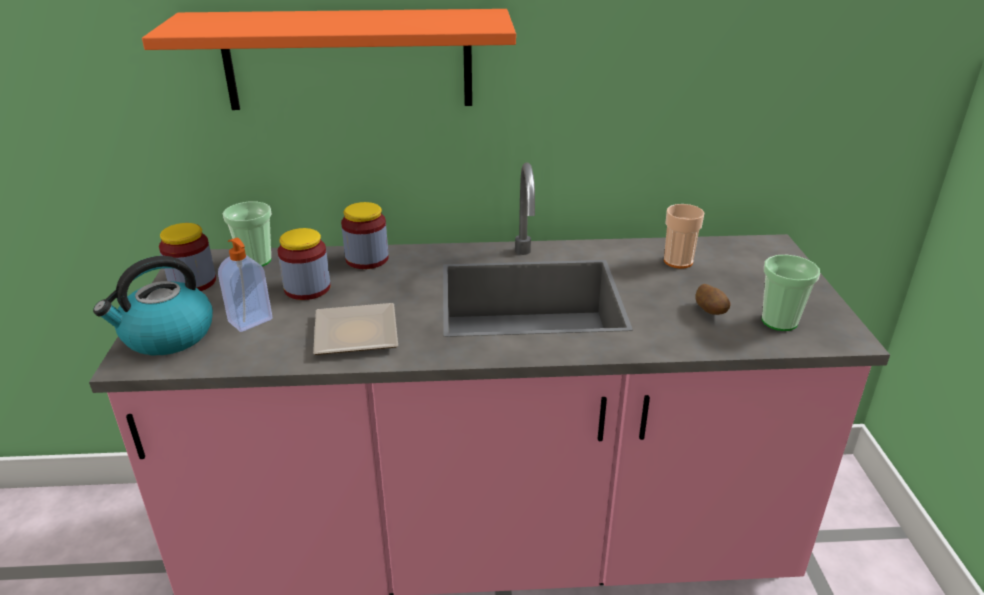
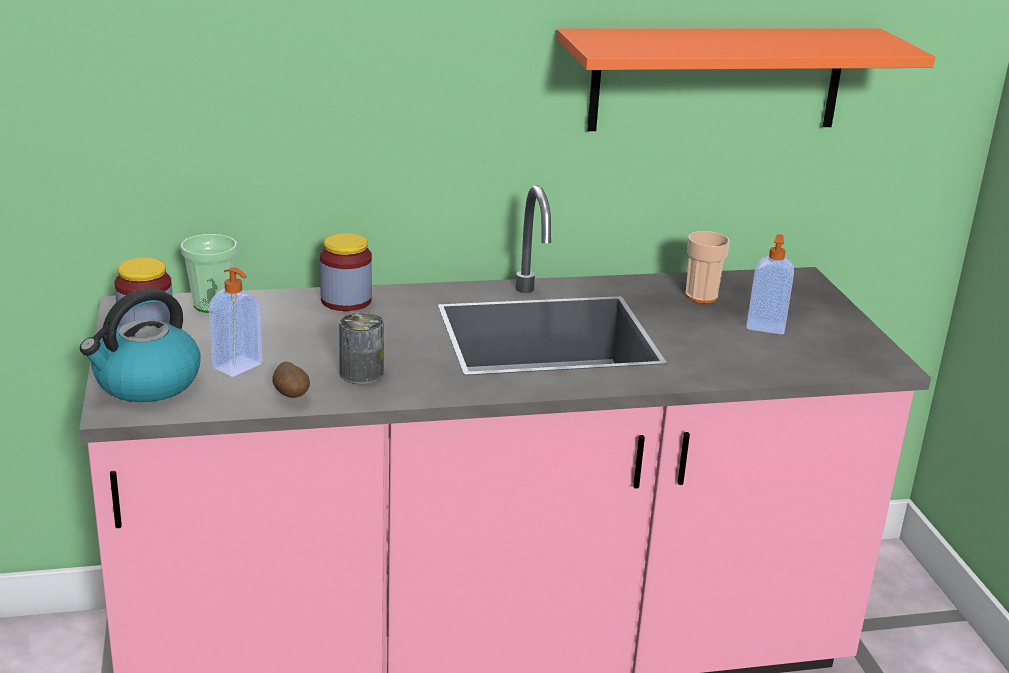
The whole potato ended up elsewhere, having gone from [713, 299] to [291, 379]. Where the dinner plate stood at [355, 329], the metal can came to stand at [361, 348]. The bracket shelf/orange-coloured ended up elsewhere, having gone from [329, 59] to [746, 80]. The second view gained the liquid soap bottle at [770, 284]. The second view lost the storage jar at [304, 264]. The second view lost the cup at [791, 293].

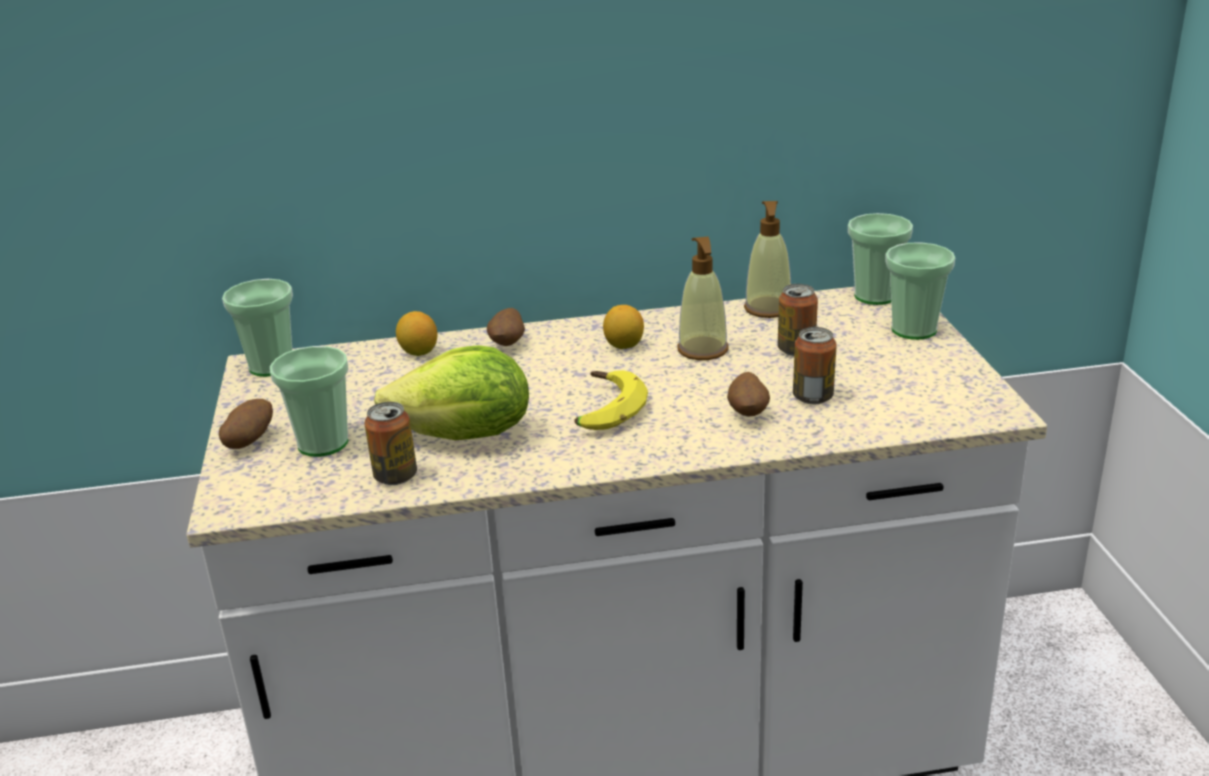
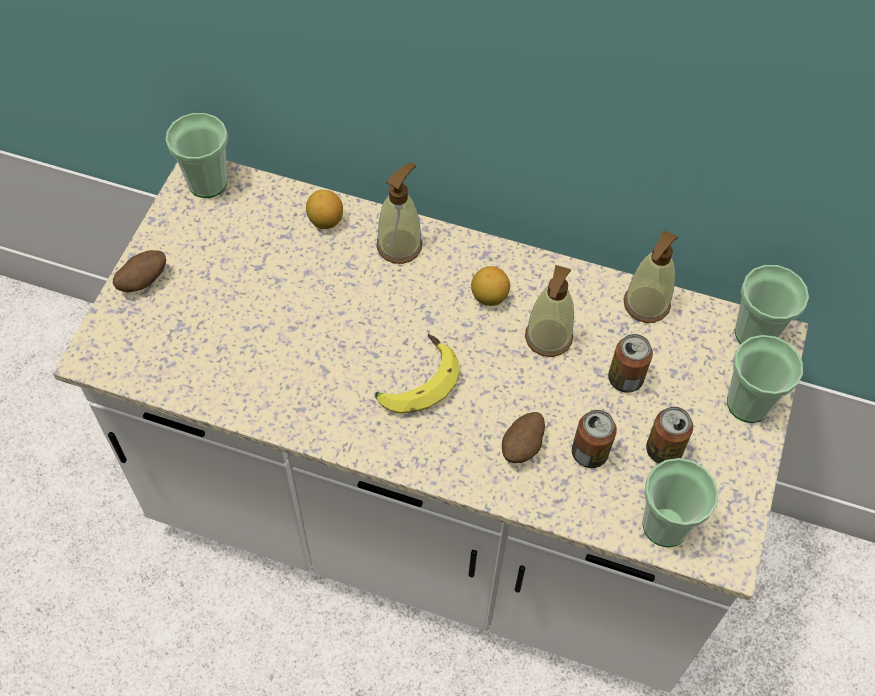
Where the whole potato stood at [506, 327], the liquid soap bottle came to stand at [399, 213]. The cup ended up elsewhere, having gone from [309, 401] to [680, 502]. The metal can ended up elsewhere, having gone from [390, 443] to [669, 435]. The second view lost the head of lettuce at [451, 392].

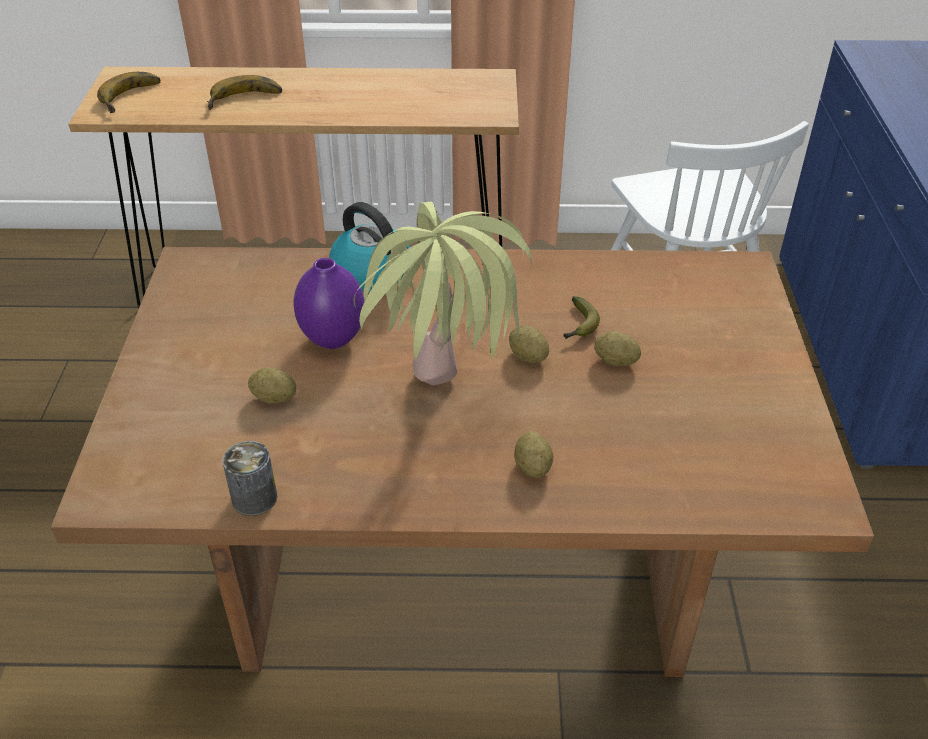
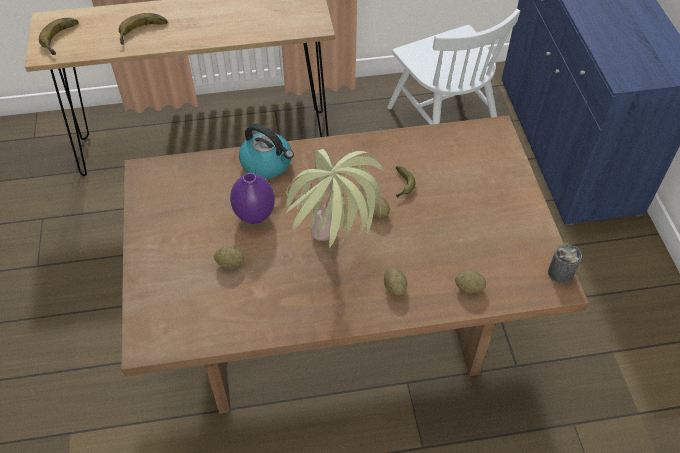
The whole potato ended up elsewhere, having gone from [617, 348] to [470, 282]. The metal can ended up elsewhere, having gone from [250, 478] to [565, 264].

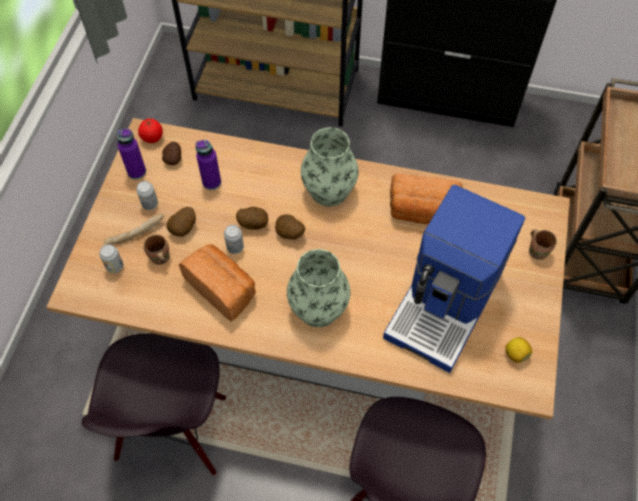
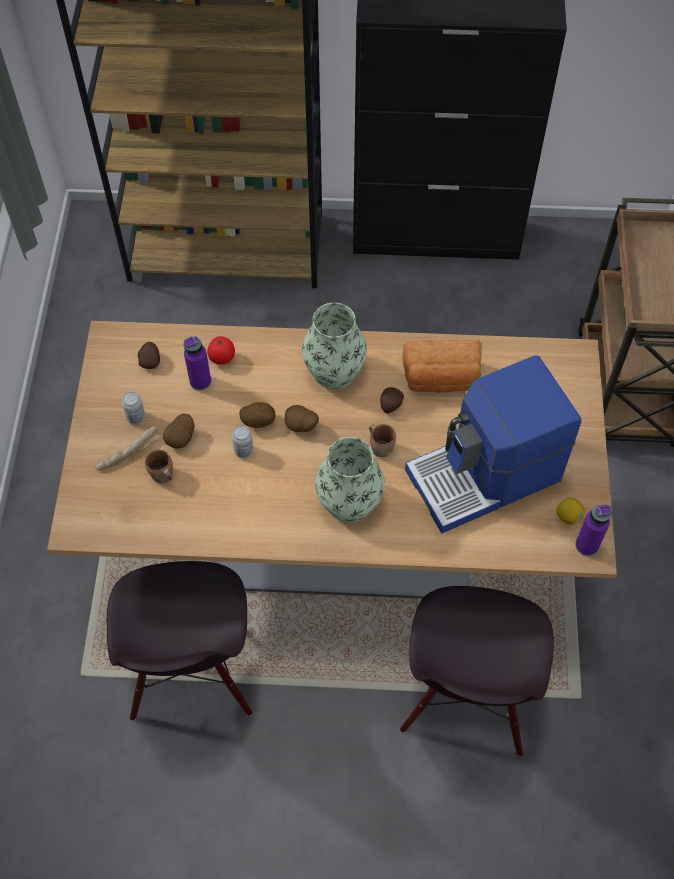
The whole tomato ended up elsewhere, having gone from [150, 130] to [221, 350]. The coffee mug/brown ended up elsewhere, having gone from [543, 244] to [382, 441]. The second view gained the whole potato at [392, 400]. The coffee maker at [454, 279] ended up facing another way, 45 degrees clockwise from before. The drink bottle/purplish ended up elsewhere, having gone from [131, 154] to [593, 530]. The second view lost the metal can at [111, 259]. The second view lost the bread at [217, 283].

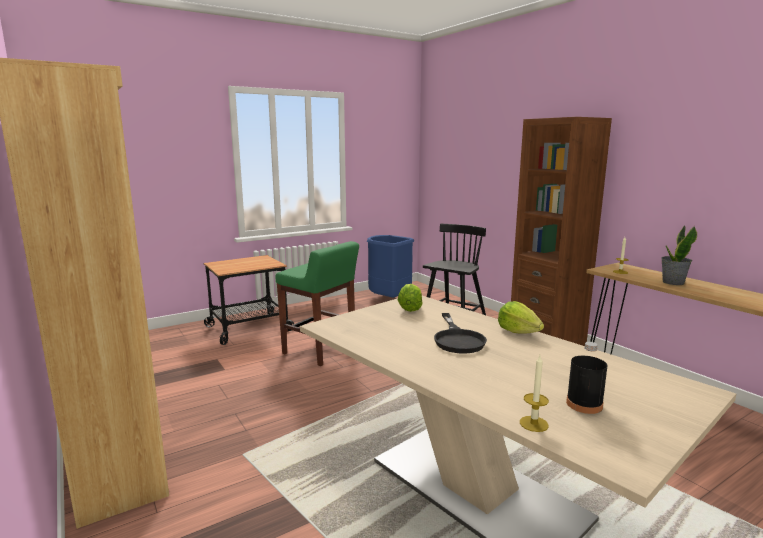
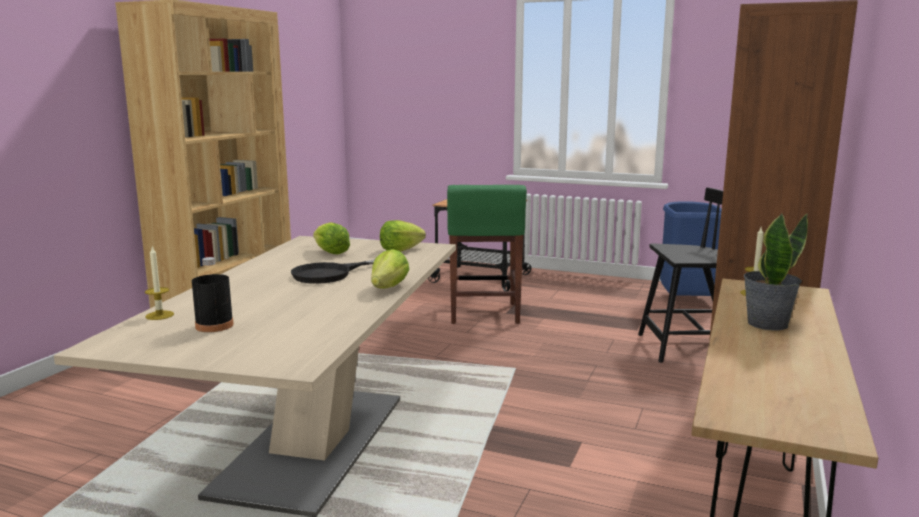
The second view gained the head of lettuce at [331, 238].

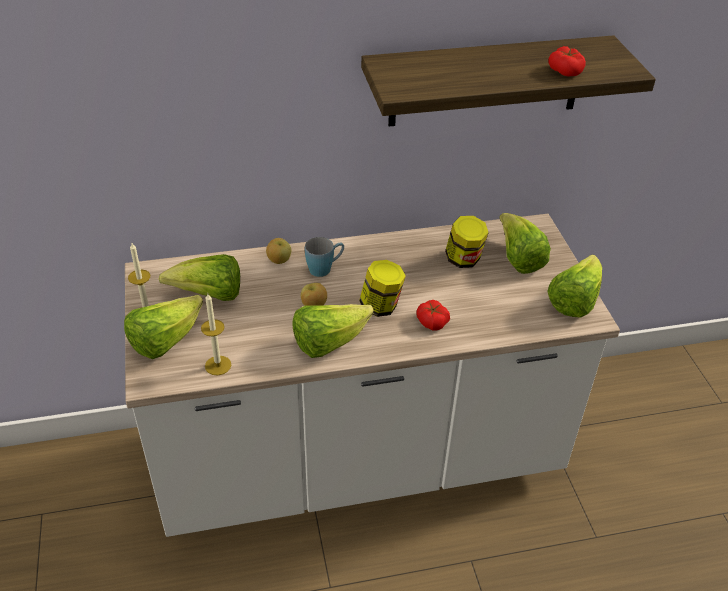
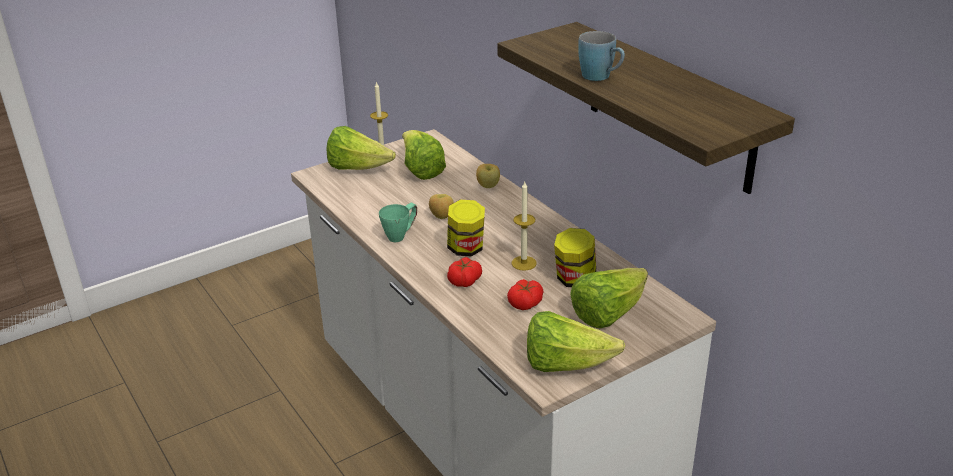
Where the head of lettuce stood at [333, 331], the coffee mug/green-coloured came to stand at [398, 222]. The whole tomato ended up elsewhere, having gone from [567, 61] to [525, 294]. The candle ended up elsewhere, having gone from [216, 334] to [524, 226]. The coffee mug/blue ended up elsewhere, having gone from [324, 257] to [601, 56].

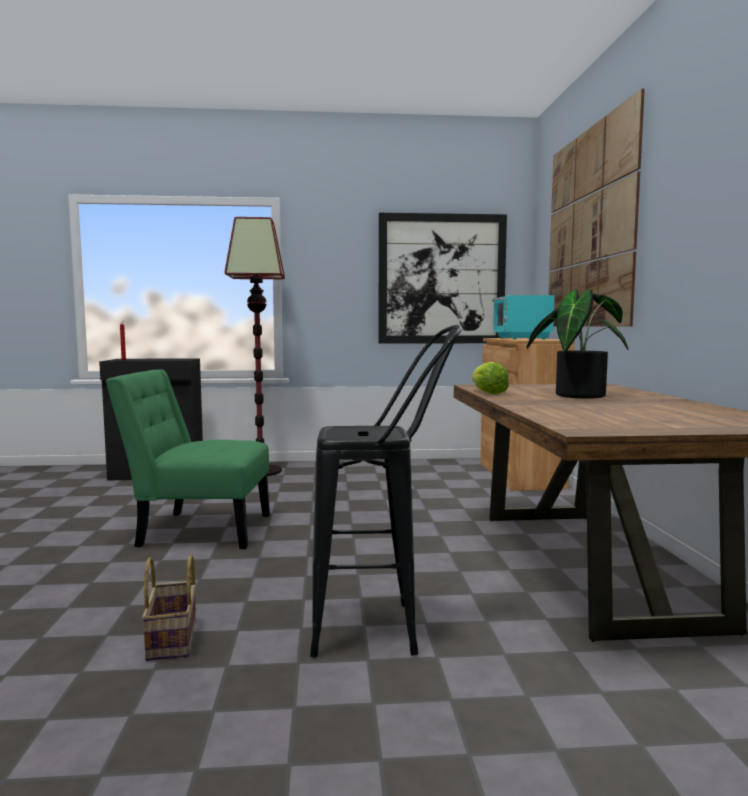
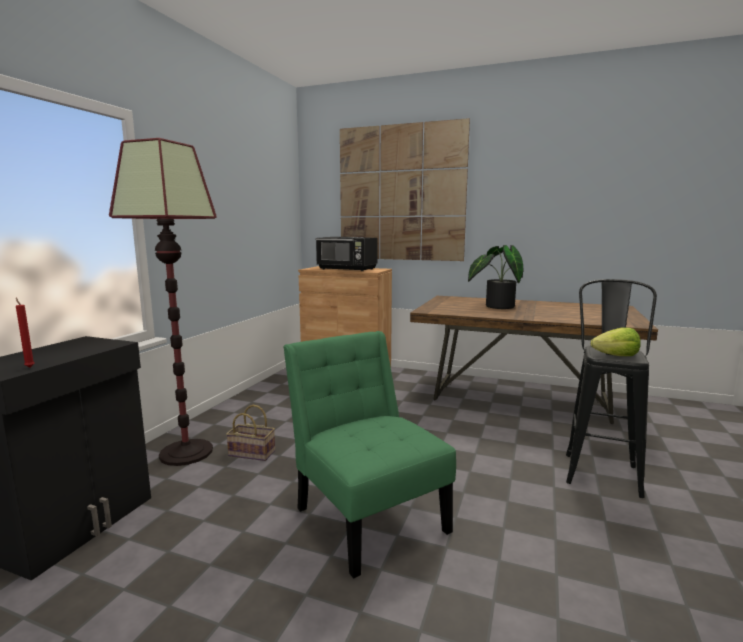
The storage basket ended up elsewhere, having gone from [169, 607] to [250, 433]. The plain chair/green-coloured at [187, 459] ended up facing another way, 120 degrees clockwise from before. What was the microwave/turquoise at [524, 317] turned into the microwave/blackish at [346, 254]. The head of lettuce ended up elsewhere, having gone from [490, 378] to [616, 341]. The second view lost the wall art at [443, 278].

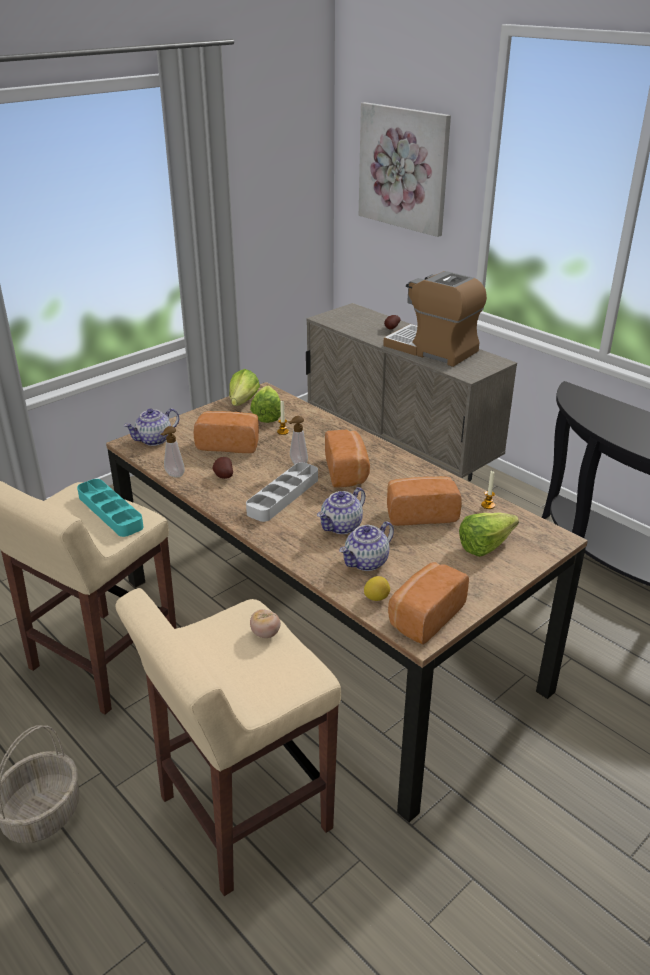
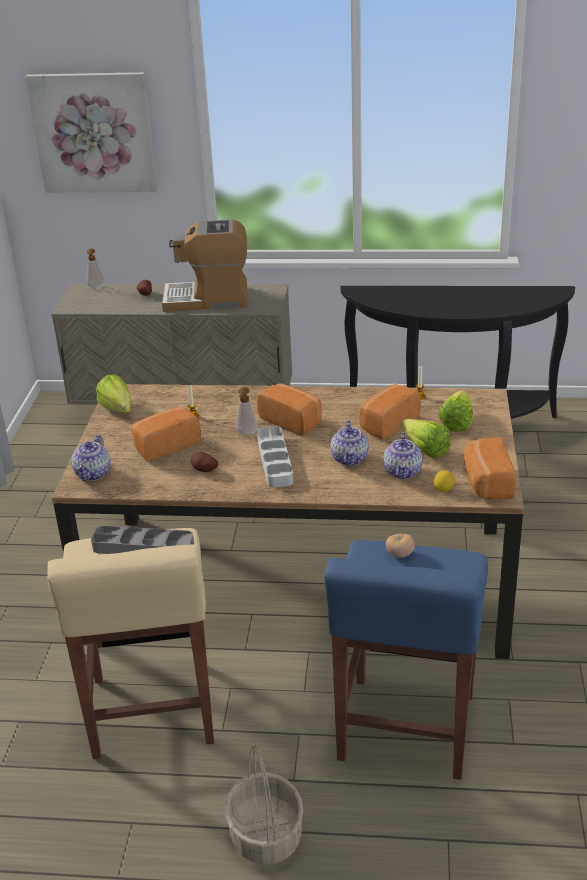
The liquid soap bottle ended up elsewhere, having gone from [173, 452] to [95, 268]. What was the tray/turquoise at [110, 508] turned into the tray/gray at [142, 540]. What was the stool seat/beige-coloured at [228, 742] turned into the stool seat/blue at [406, 660]. The head of lettuce ended up elsewhere, having gone from [265, 404] to [425, 438].

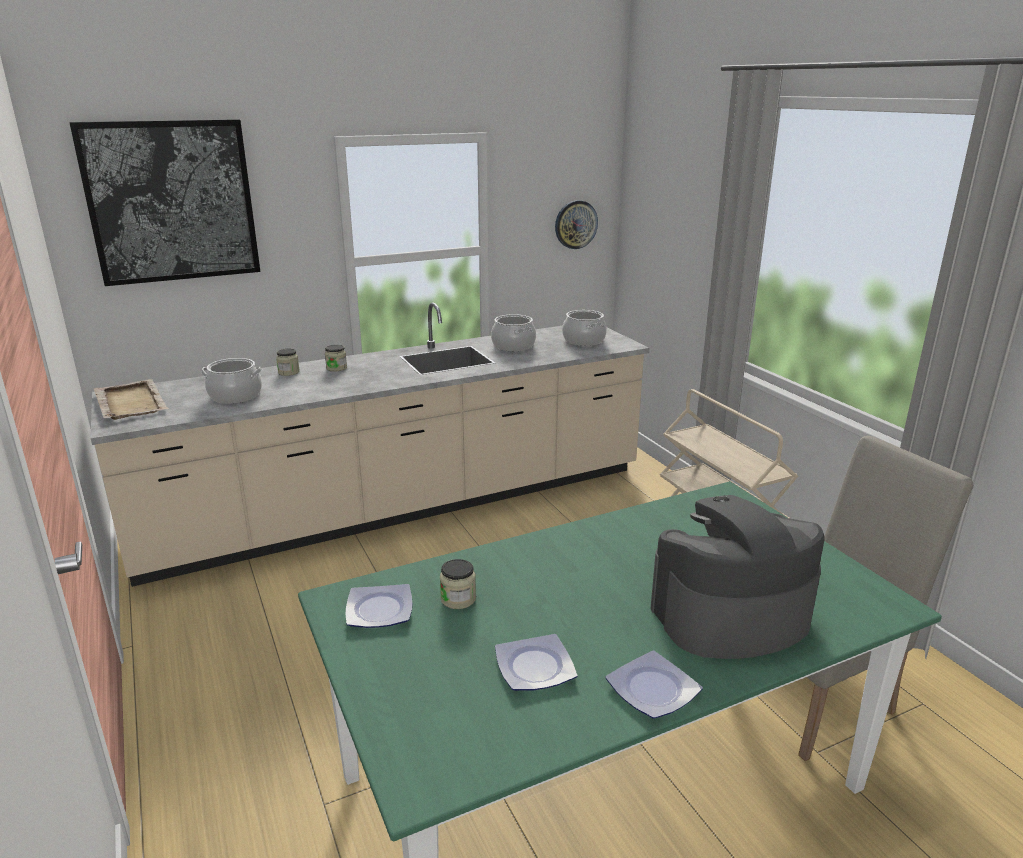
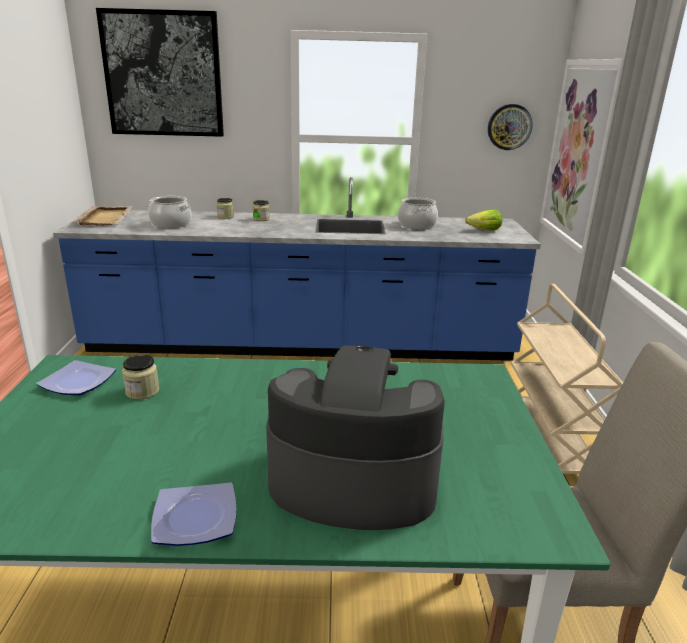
What was the counter/beige-coloured at [370, 444] turned into the counter/blue at [297, 269]. Where the saucepot stood at [584, 328], the head of lettuce came to stand at [484, 219]. The second view gained the wall art at [582, 157]. The second view lost the dinner plate at [536, 662].

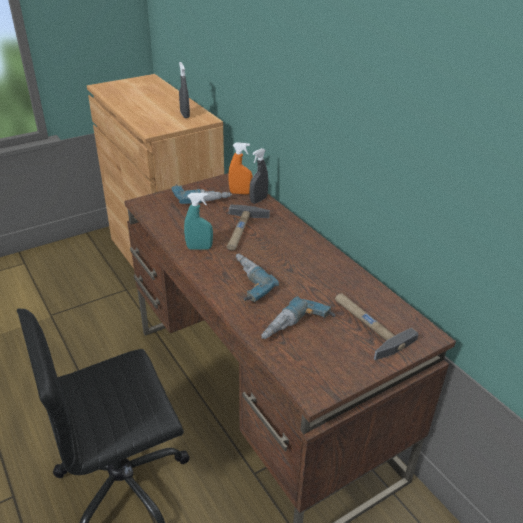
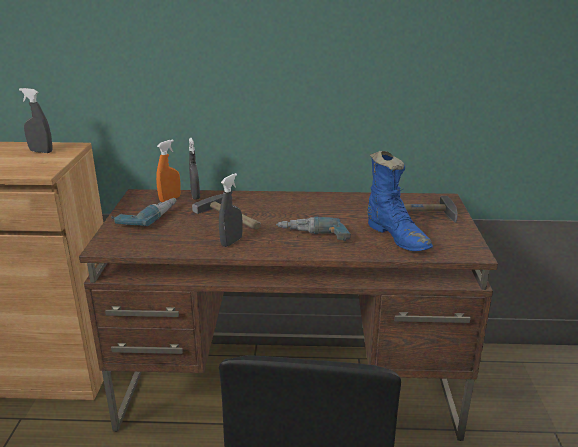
What was the sprayer/turquoise at [198, 221] turned into the sprayer/gray at [231, 210]. Where the power drill stood at [298, 317], the high-top boot/blue came to stand at [400, 201].

